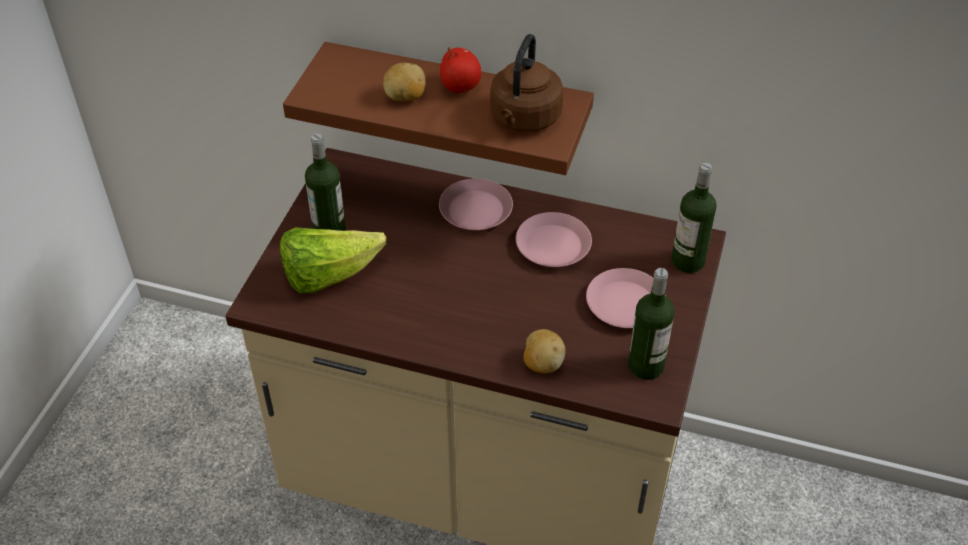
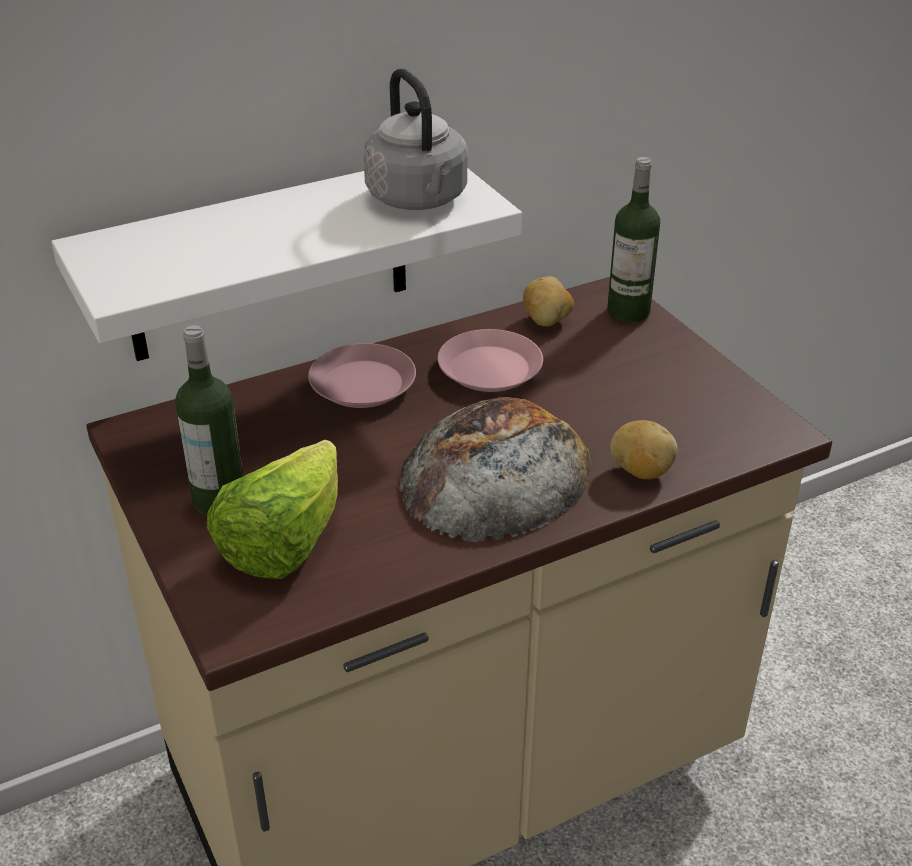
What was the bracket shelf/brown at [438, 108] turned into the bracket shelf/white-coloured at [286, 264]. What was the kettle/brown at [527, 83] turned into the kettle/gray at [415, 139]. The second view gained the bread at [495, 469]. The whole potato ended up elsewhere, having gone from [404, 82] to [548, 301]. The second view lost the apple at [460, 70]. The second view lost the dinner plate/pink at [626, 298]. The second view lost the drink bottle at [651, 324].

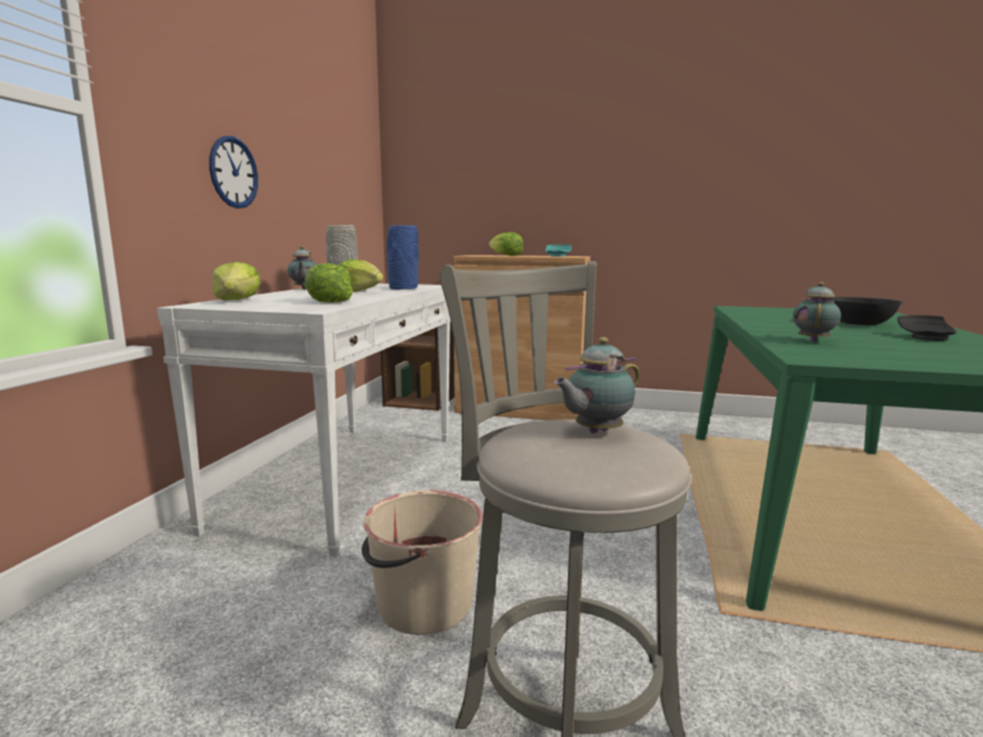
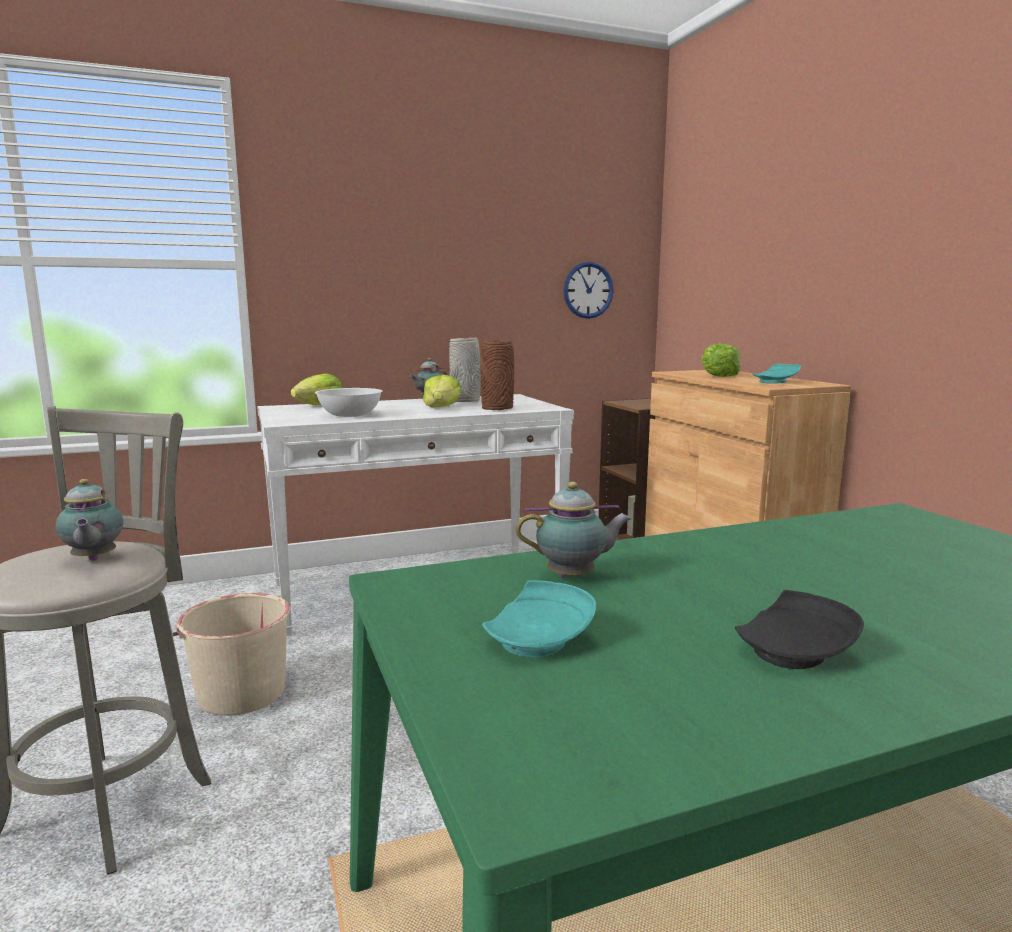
The teapot at [597, 385] ended up facing another way, 135 degrees counterclockwise from before. Where the head of lettuce stood at [328, 283], the bowl/white-coloured came to stand at [349, 402]. What was the flower vase/blue at [403, 257] turned into the flower vase/brown at [497, 375]. The second view gained the dinner plate/turquoise at [539, 618]. The hanging clock ended up elsewhere, having gone from [233, 172] to [588, 290]. The second view lost the bowl/blackish at [866, 311].

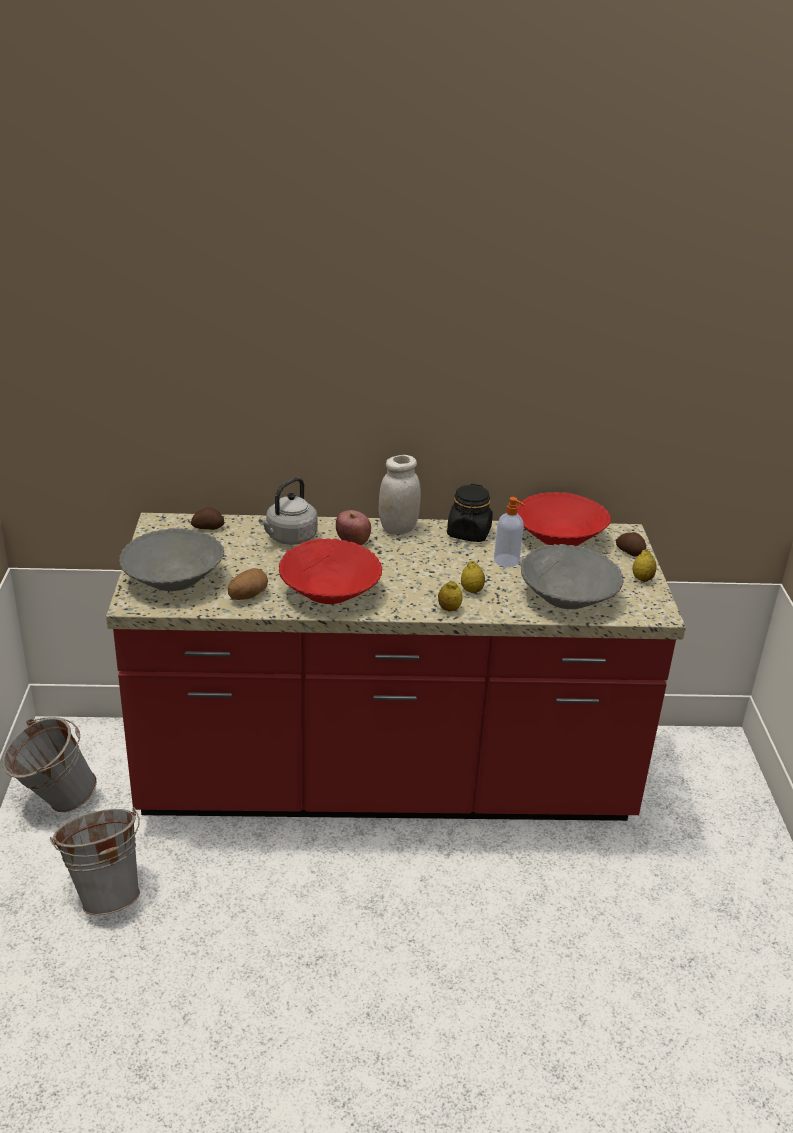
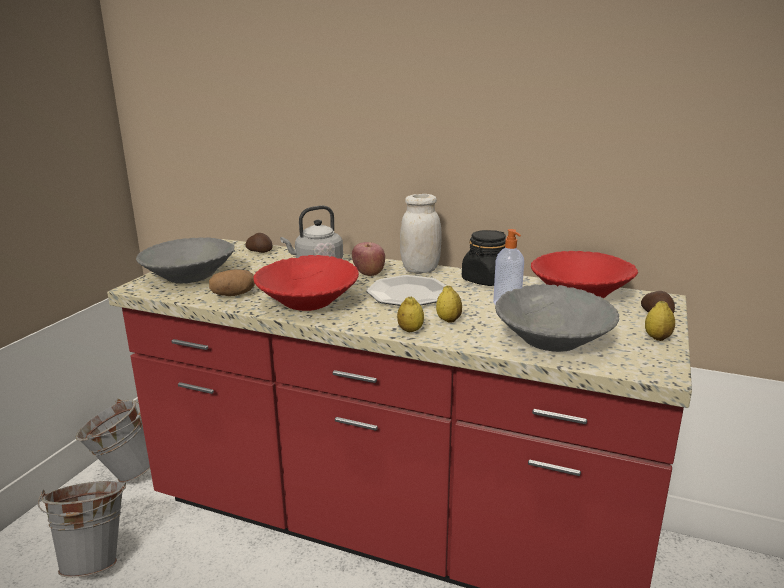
The second view gained the dinner plate at [406, 290].

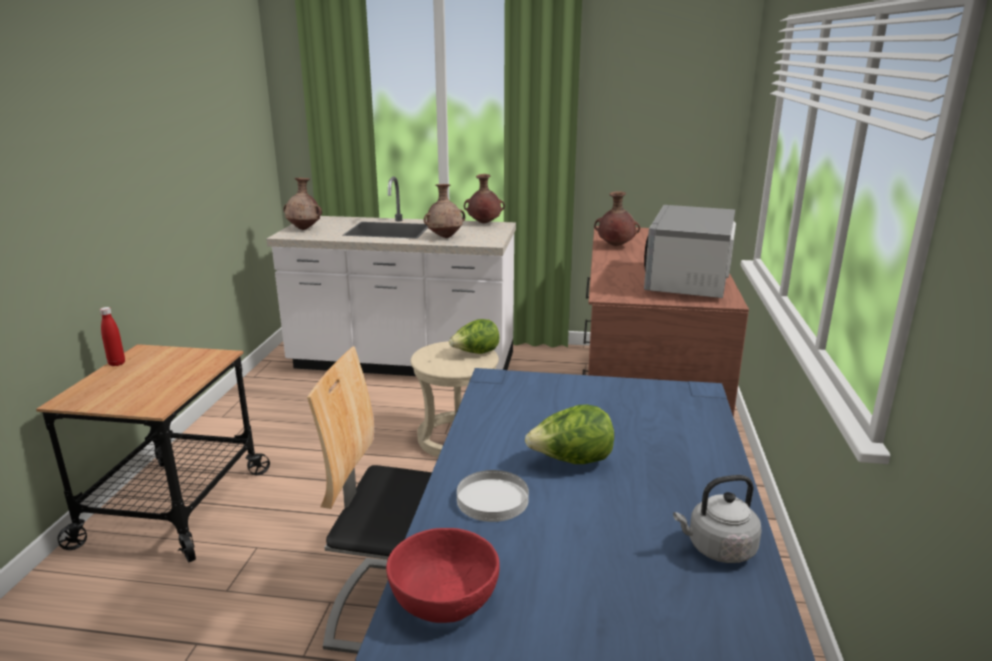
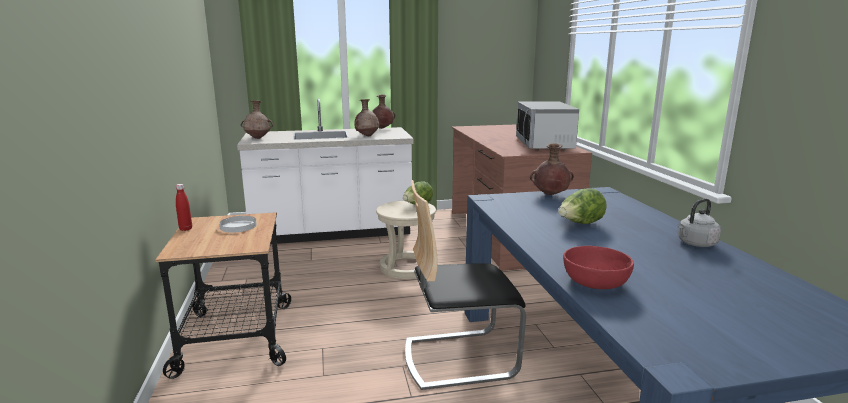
The dinner plate/white-coloured ended up elsewhere, having gone from [493, 496] to [238, 224]. The flower vase/brown ended up elsewhere, having gone from [617, 218] to [552, 169].

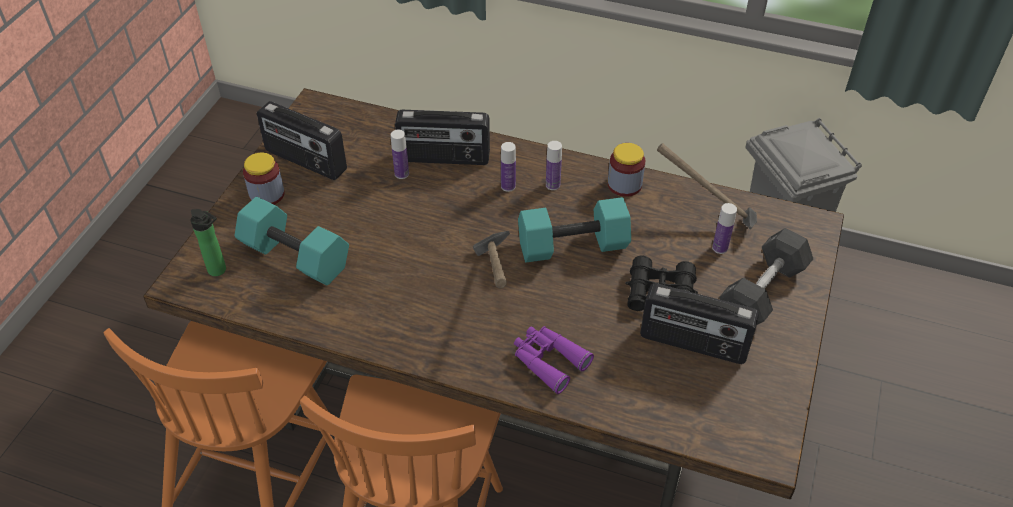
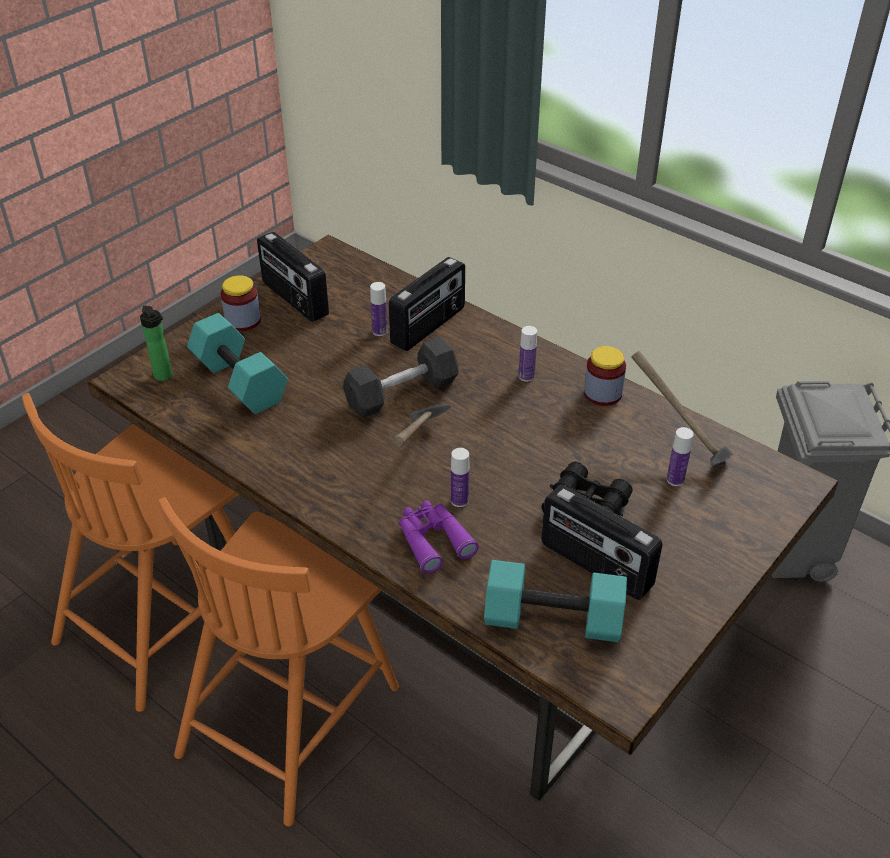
The dumbbell/gray ended up elsewhere, having gone from [766, 276] to [401, 377]. The radio receiver at [442, 137] ended up facing another way, 75 degrees counterclockwise from before. The drink bottle ended up elsewhere, having gone from [508, 167] to [460, 477]. The dumbbell/turquoise ended up elsewhere, having gone from [574, 230] to [555, 601].

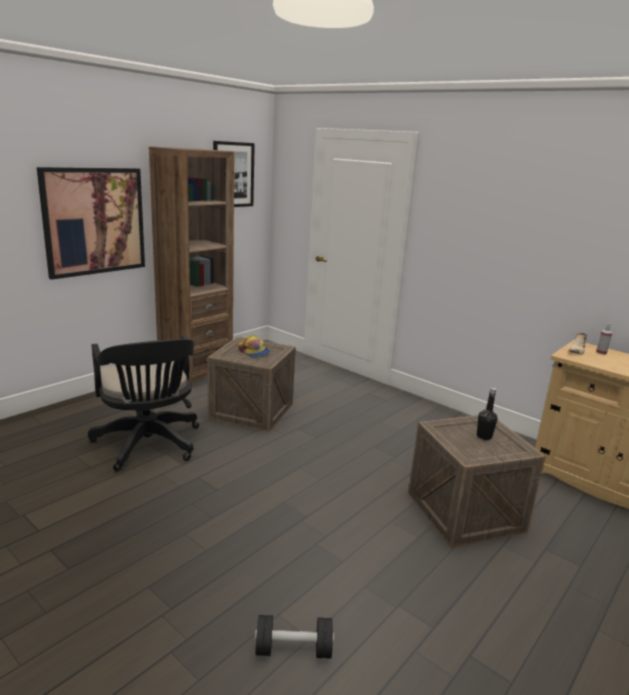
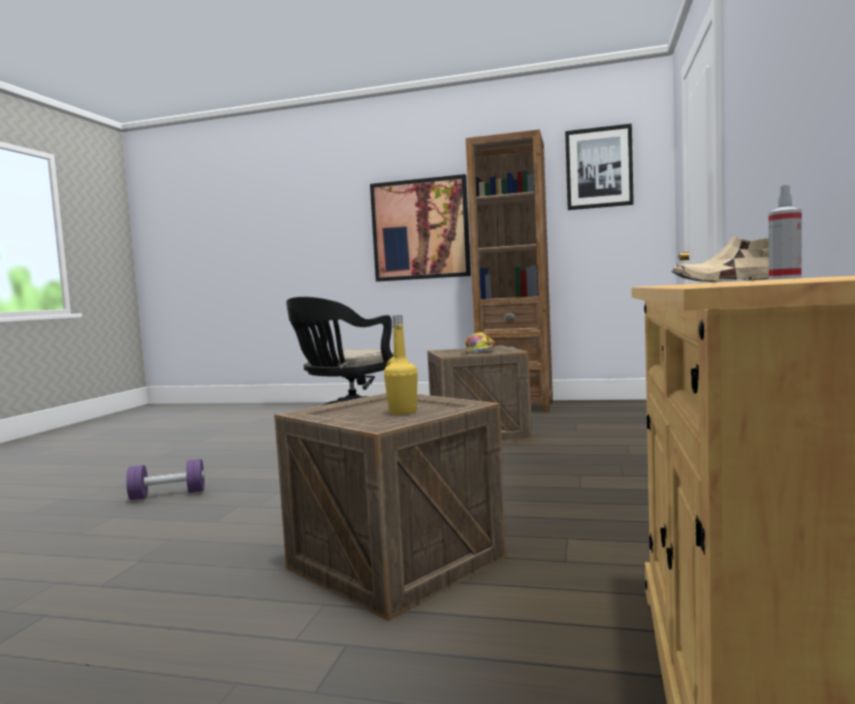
The second view gained the dumbbell/purplish at [165, 479]. What was the drink bottle/blackish at [487, 414] turned into the drink bottle/yellow-coloured at [401, 365]. The second view lost the dumbbell/blackish at [294, 637].

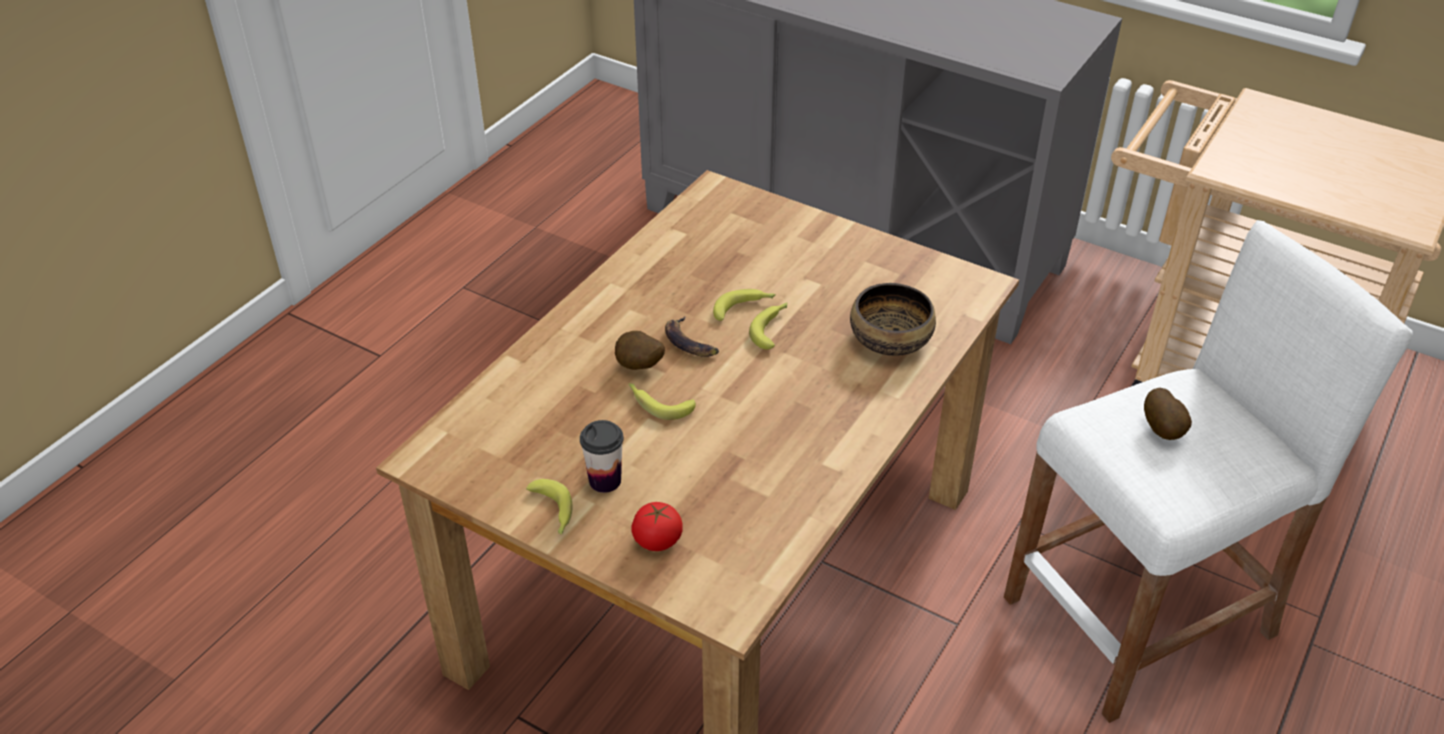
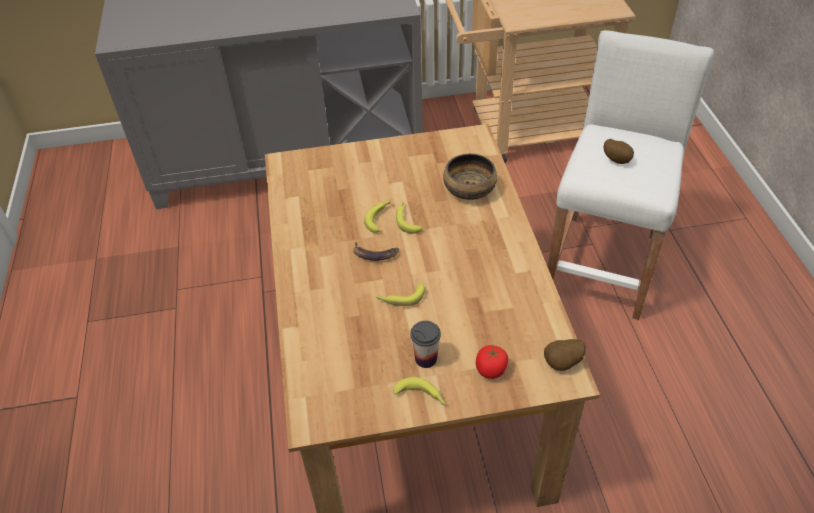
The whole potato ended up elsewhere, having gone from [640, 350] to [565, 355].

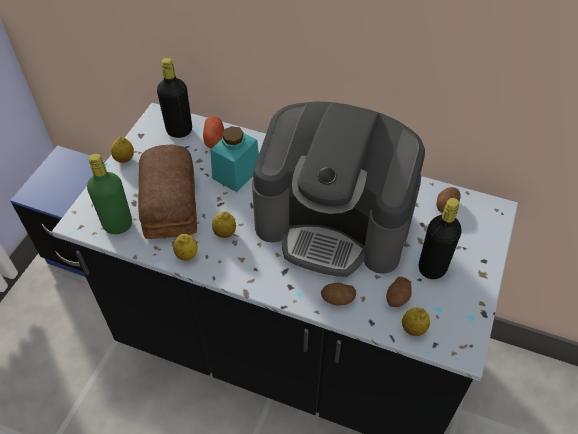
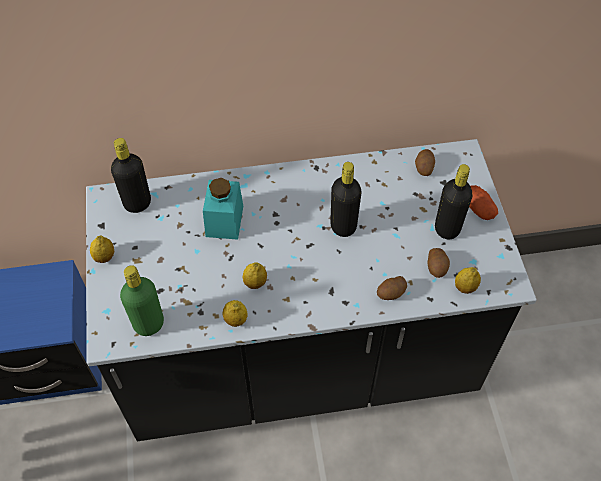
Where the coffee maker stood at [338, 189], the drink bottle/blackish came to stand at [345, 199]. The whole potato ended up elsewhere, having gone from [213, 132] to [483, 202]. The second view lost the bread at [167, 191].

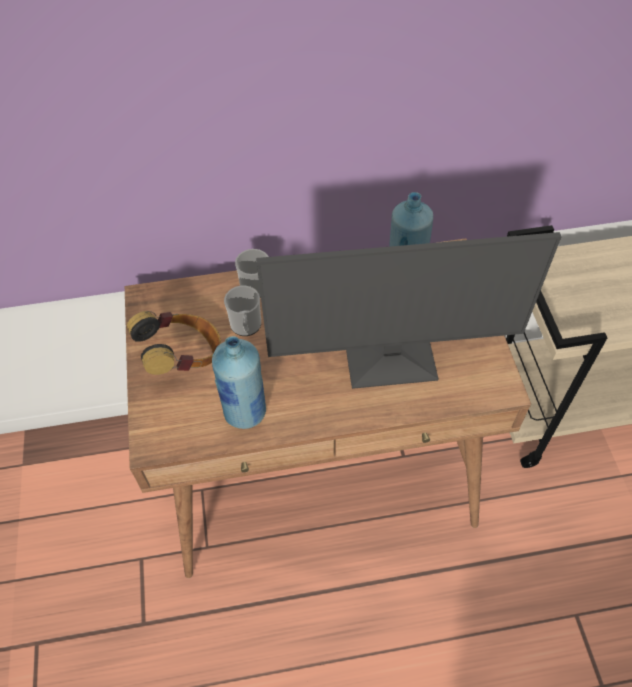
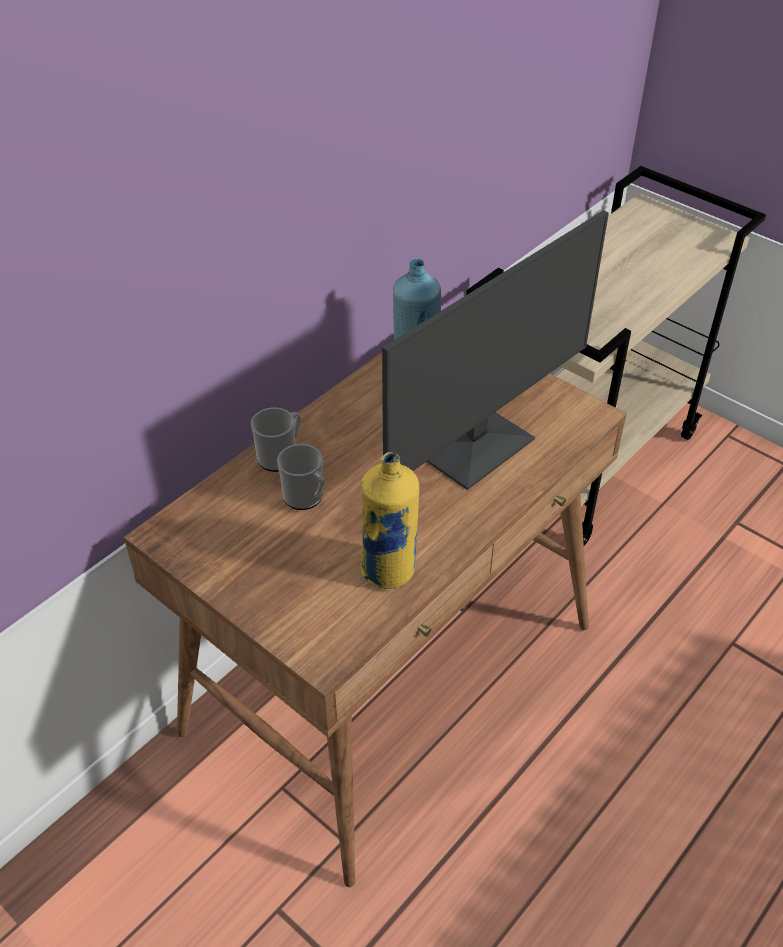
What was the drink bottle/blue at [239, 382] turned into the drink bottle/yellow-coloured at [390, 520]. The second view lost the headphones at [174, 343].

